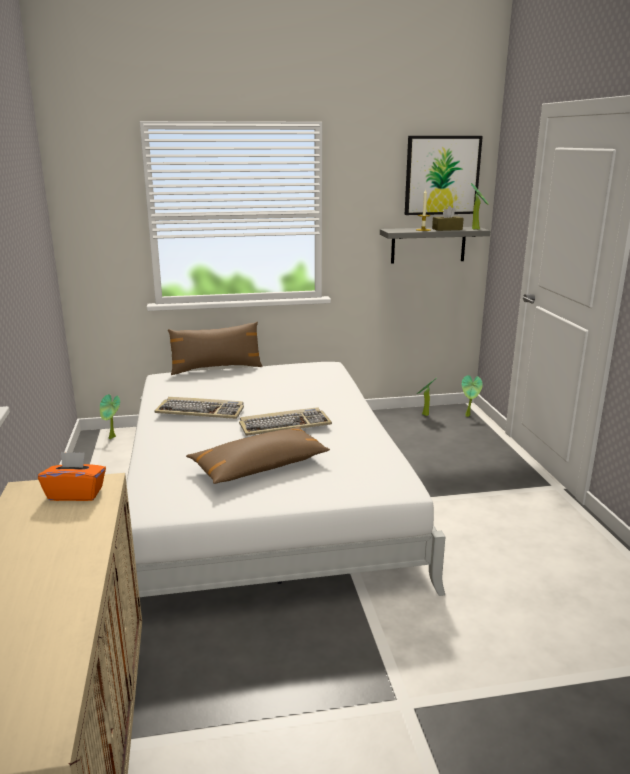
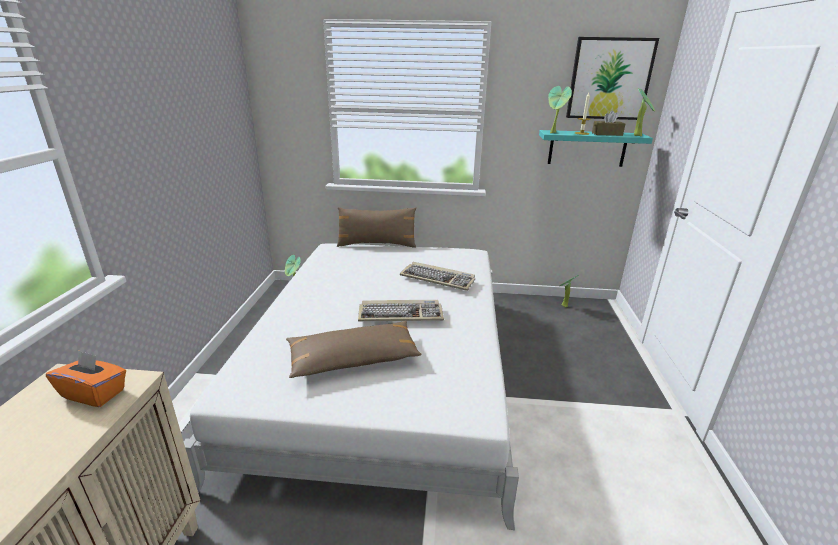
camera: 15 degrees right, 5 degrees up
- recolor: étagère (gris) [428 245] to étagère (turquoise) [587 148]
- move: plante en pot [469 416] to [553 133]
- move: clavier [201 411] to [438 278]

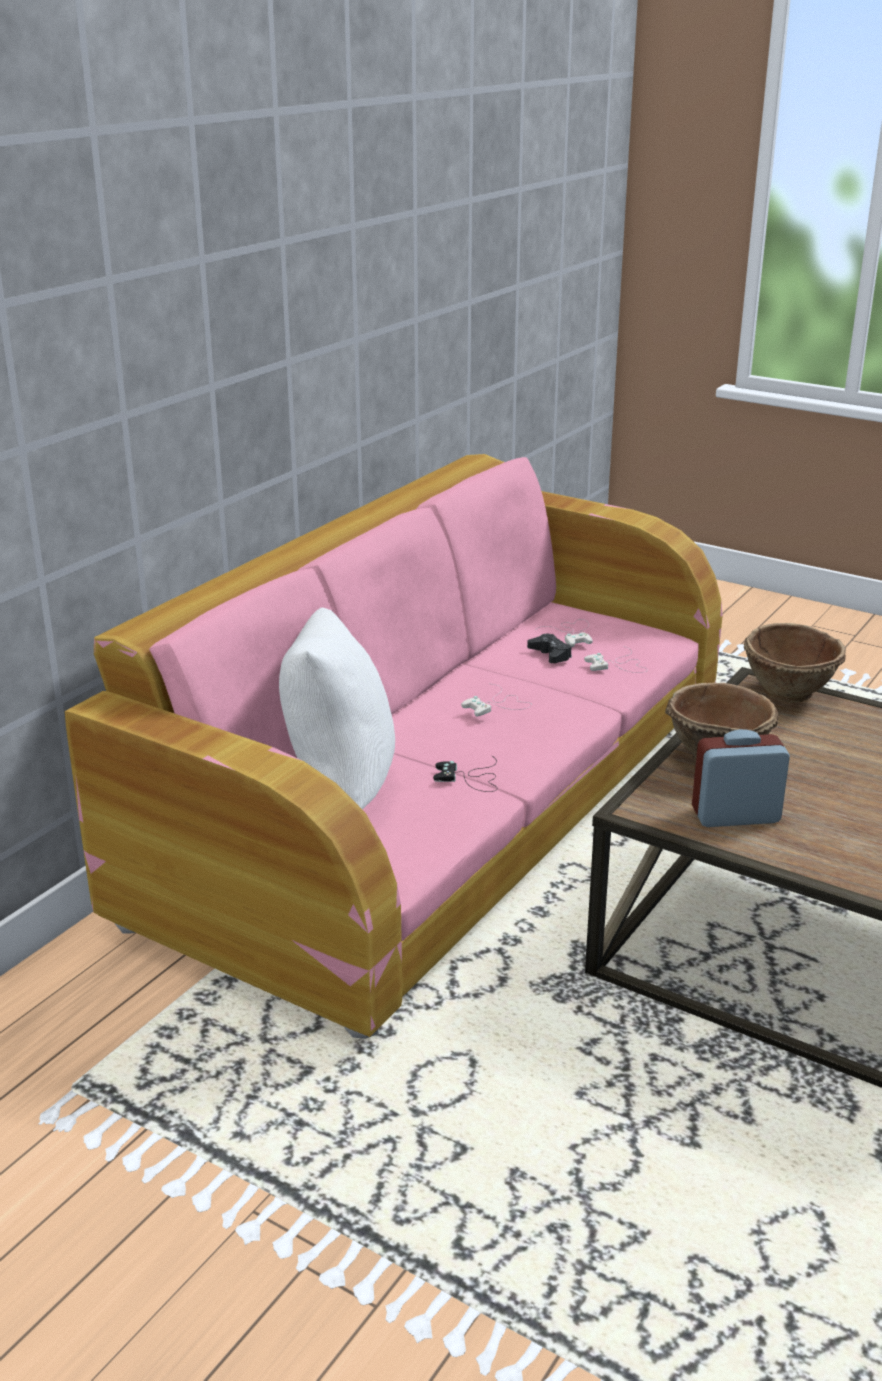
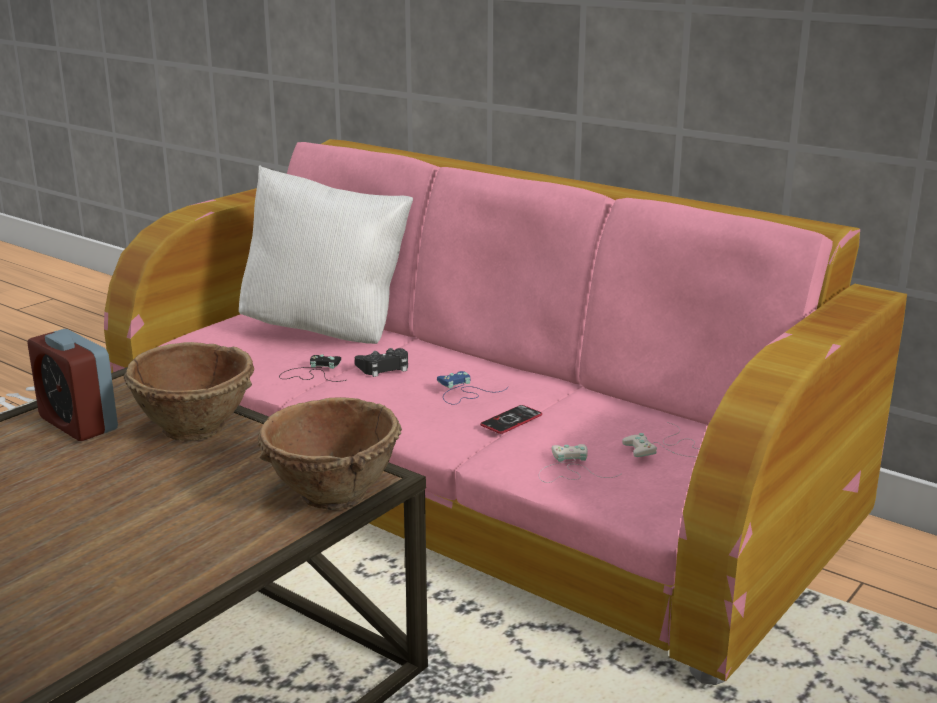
camera: 95 degrees right, 5 degrees down
- move: manette (noir) [550 654] to [384 367]
- recolor: manette (blanc) [498 705] to manette (bleu) [462 392]
- rotate: réveil [735 816] = [78 424] 135 degrees clockwise
- insert: téléphone [511 420]

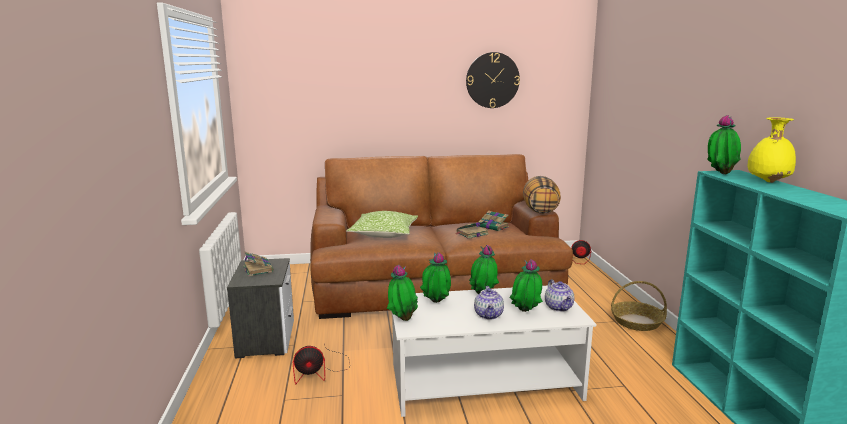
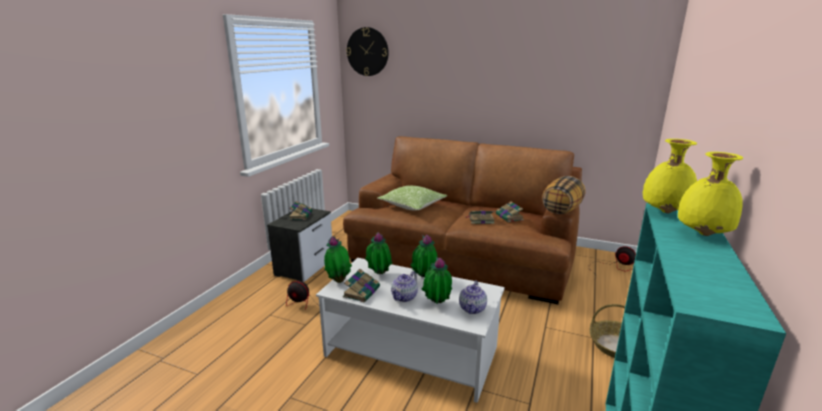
camera: 30 degrees right, 5 degrees up
- move: horloge murale [492 80] to [367 52]
- replace: plante en pot [720 174] to vase (jaune) [663 211]
- insert: livre [362 291]

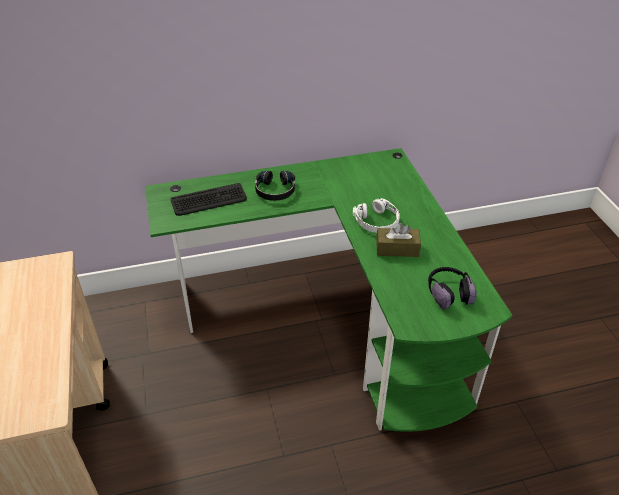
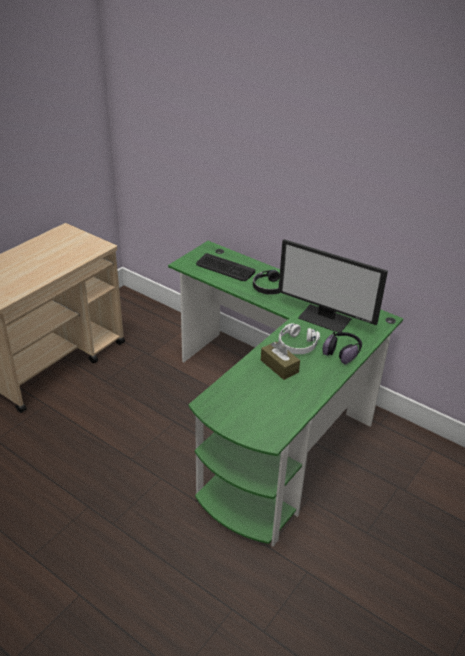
camera: 50 degrees right, 5 degrees down
- move: casque audio [448 293] to [342 352]
- insert: écran d'ordinateur [325 318]

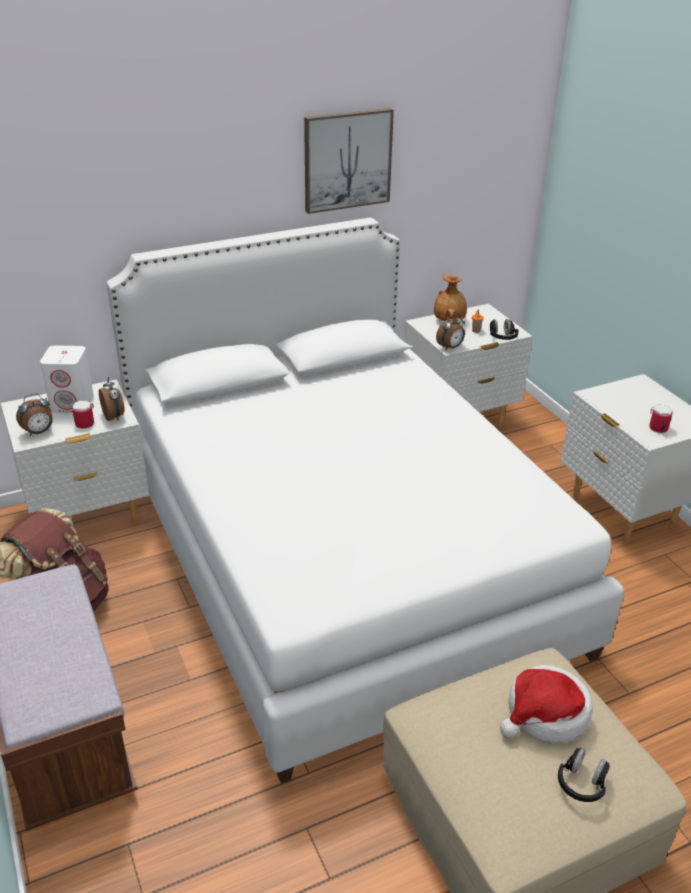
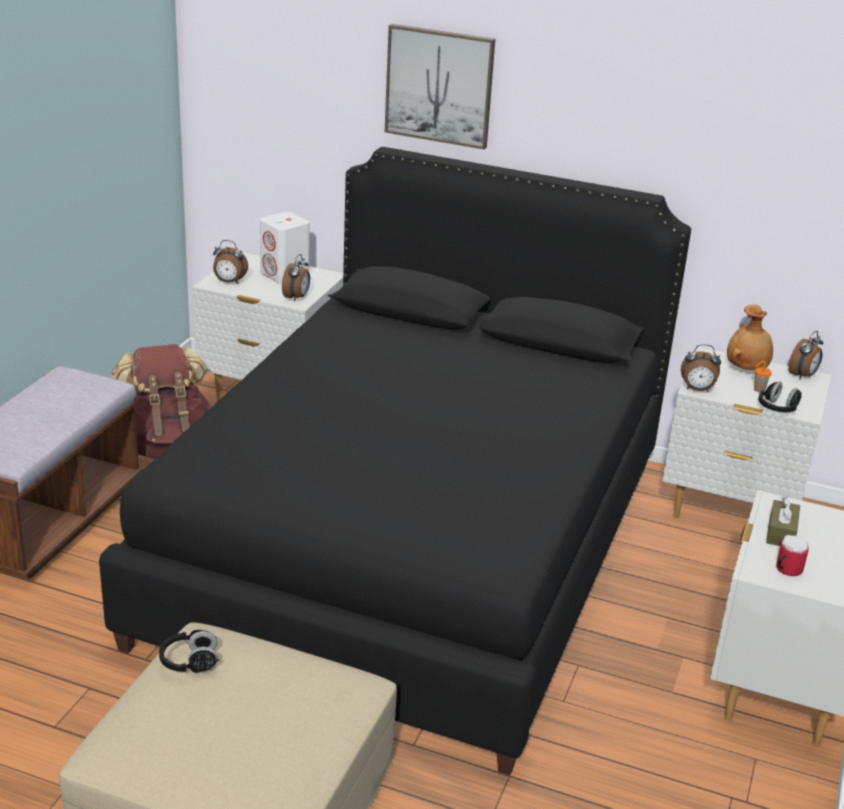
camera: 45 degrees right, 5 degrees down
- move: tableau [347 160] to [439 86]
- recolor: lit (blanc) [342 559] to lit (noir) [413 546]
- delete: mug [83 422]
- delete: chapeau [545 714]
- move: casque audio (noir) [581 784] to [189 662]
- insert: réveil [803 376]
- insert: boîte à mouchoirs (marron) [781 532]

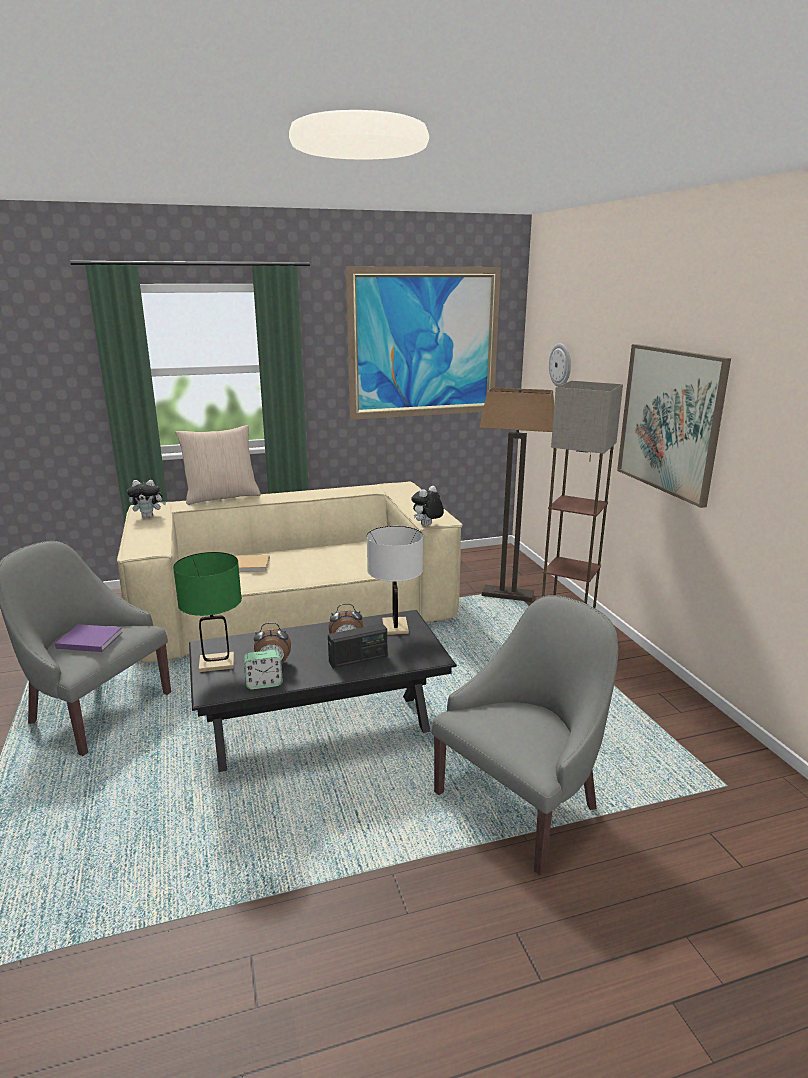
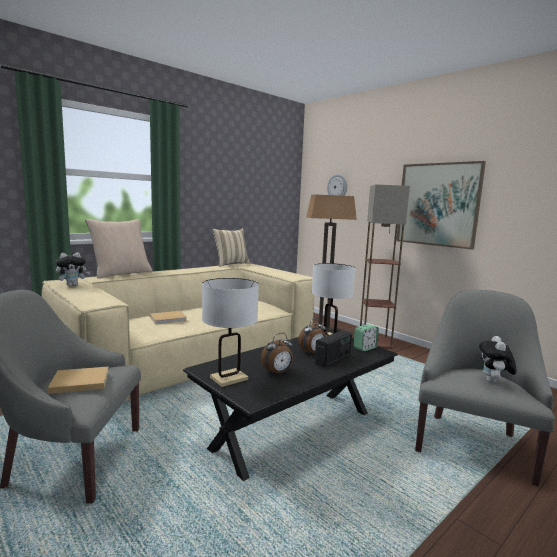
camera: 25 degrees left, 10 degrees down
- delete: tableau [424 343]
- move: peluche [427 526] to [493 382]
- recolor: lampe de table (vert) [217 663] to lampe de table (blanc) [229 378]
- recolor: livre (violet) [88 640] to livre (beige) [78 382]
- move: réveil [264 683] to [365 348]
- insert: coussin (beige) [230 264]

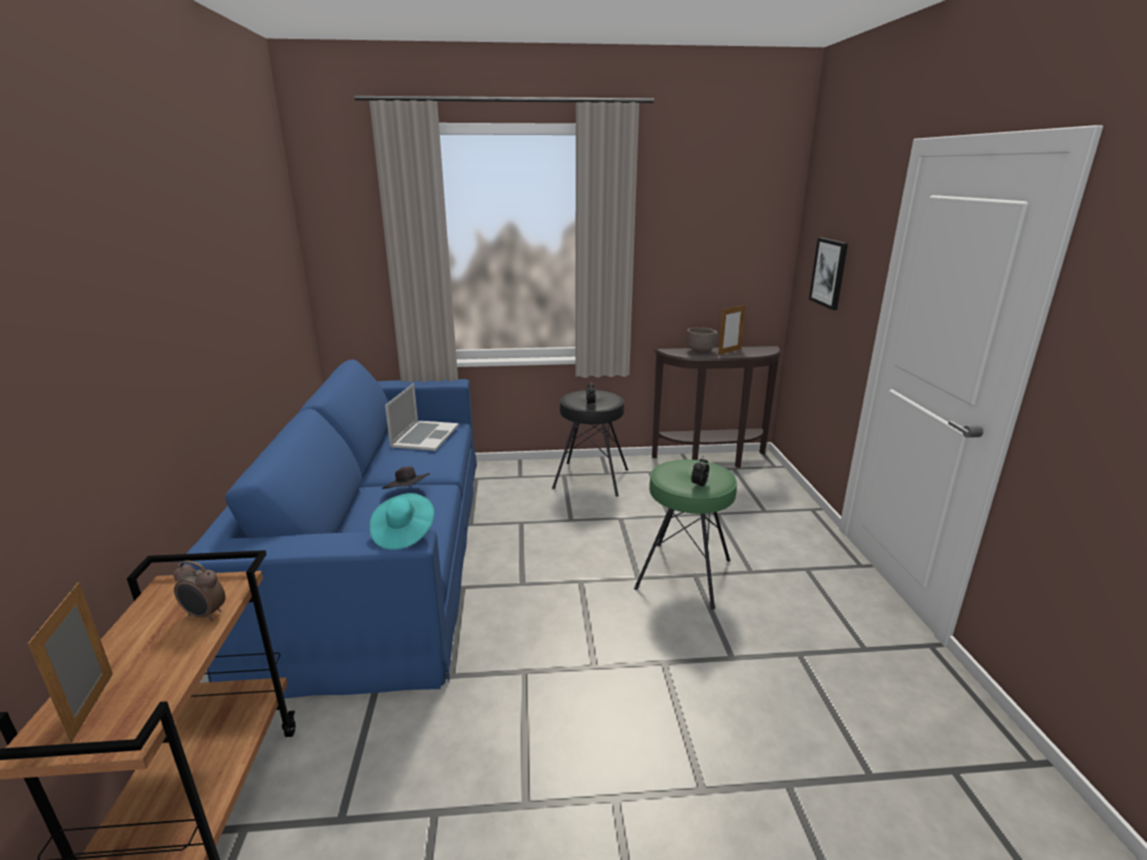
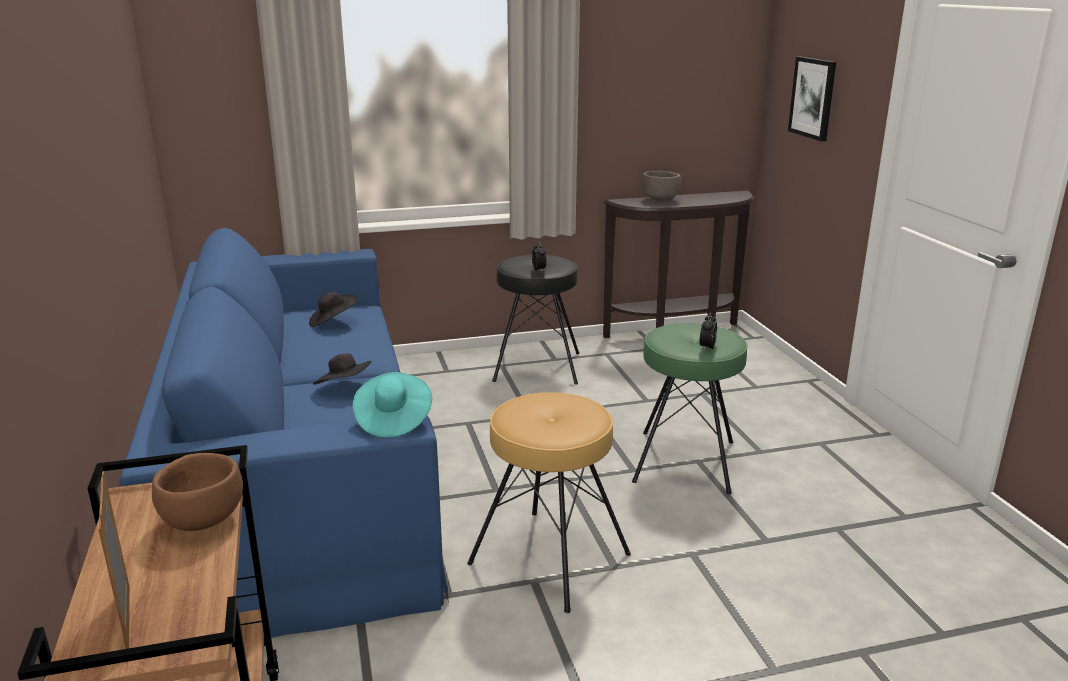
camera: 10 degrees left, 0 degrees up
- delete: cadre photo [729 351]
- replace: ordinateur portable [425 436] to chapeau (noir) [333 322]
- replace: réveil [205 615] to bol (marron) [203 520]
- insert: tabouret (marron) [550 557]

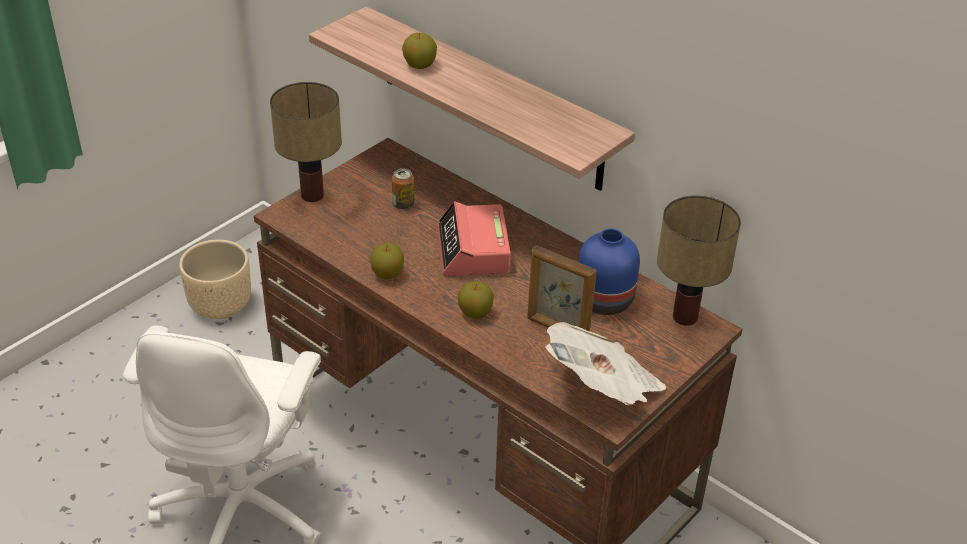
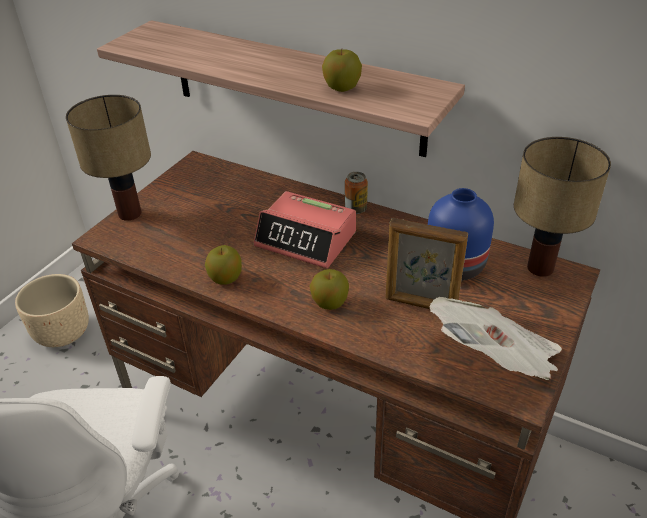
camera: 10 degrees left, 0 degrees up
- move: pomme [419 65] to [342 88]
- move: boîte métallique [403 204] to [355 209]
- rotate: réveil [473 250] = [306 239] 45 degrees counterclockwise

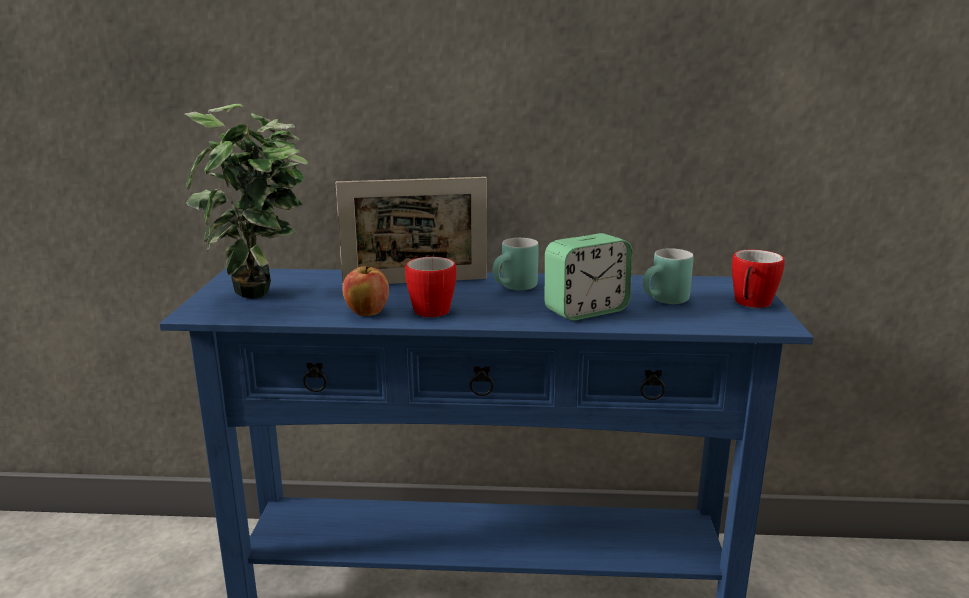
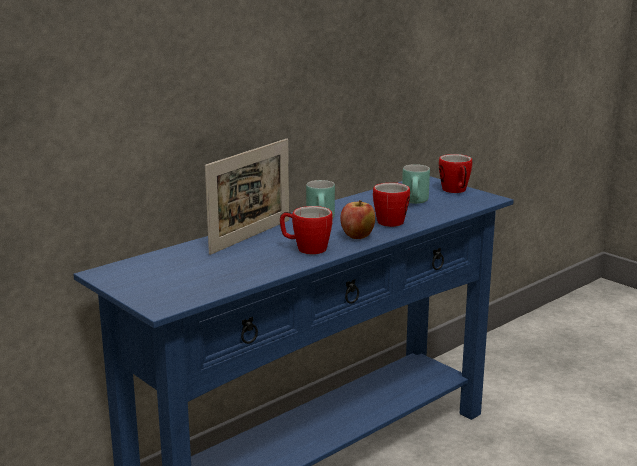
camera: 45 degrees left, 0 degrees up
- delete: plante en pot [262 301]
- replace: réveil [586 311] to mug [391 220]
- move: pomme [367 313] to [357 237]

